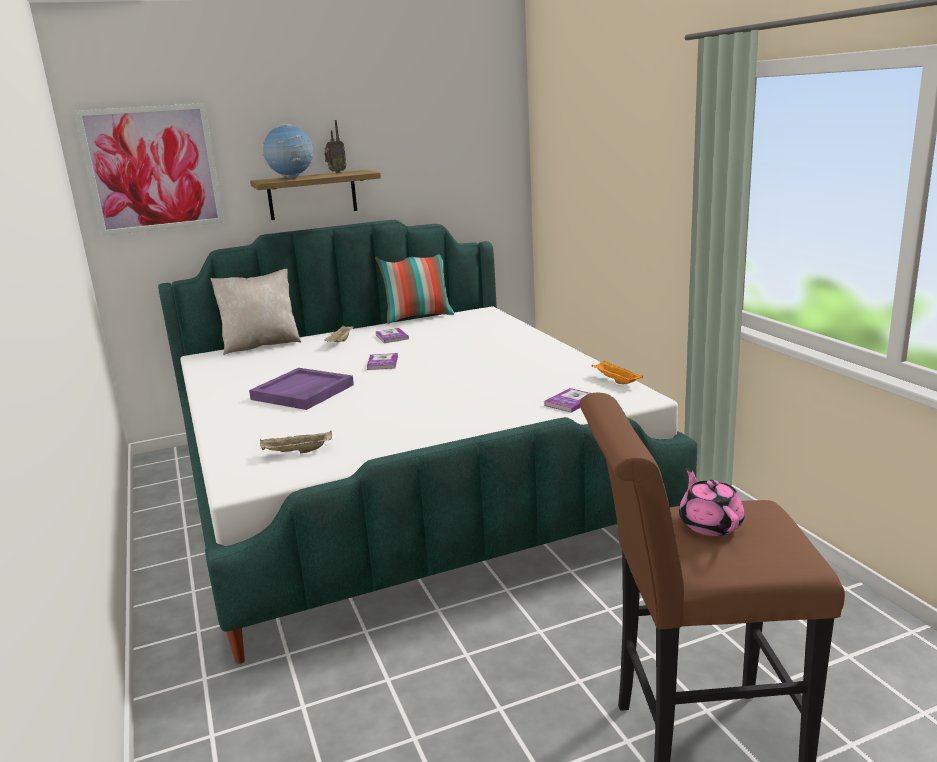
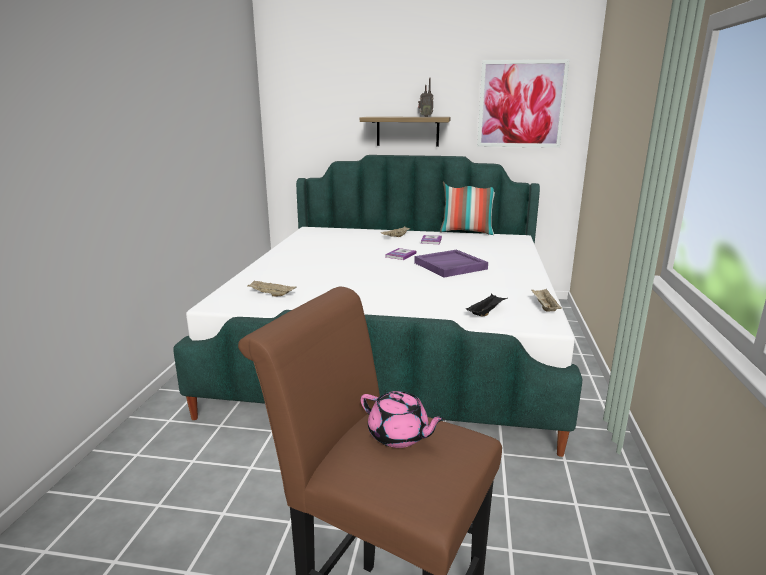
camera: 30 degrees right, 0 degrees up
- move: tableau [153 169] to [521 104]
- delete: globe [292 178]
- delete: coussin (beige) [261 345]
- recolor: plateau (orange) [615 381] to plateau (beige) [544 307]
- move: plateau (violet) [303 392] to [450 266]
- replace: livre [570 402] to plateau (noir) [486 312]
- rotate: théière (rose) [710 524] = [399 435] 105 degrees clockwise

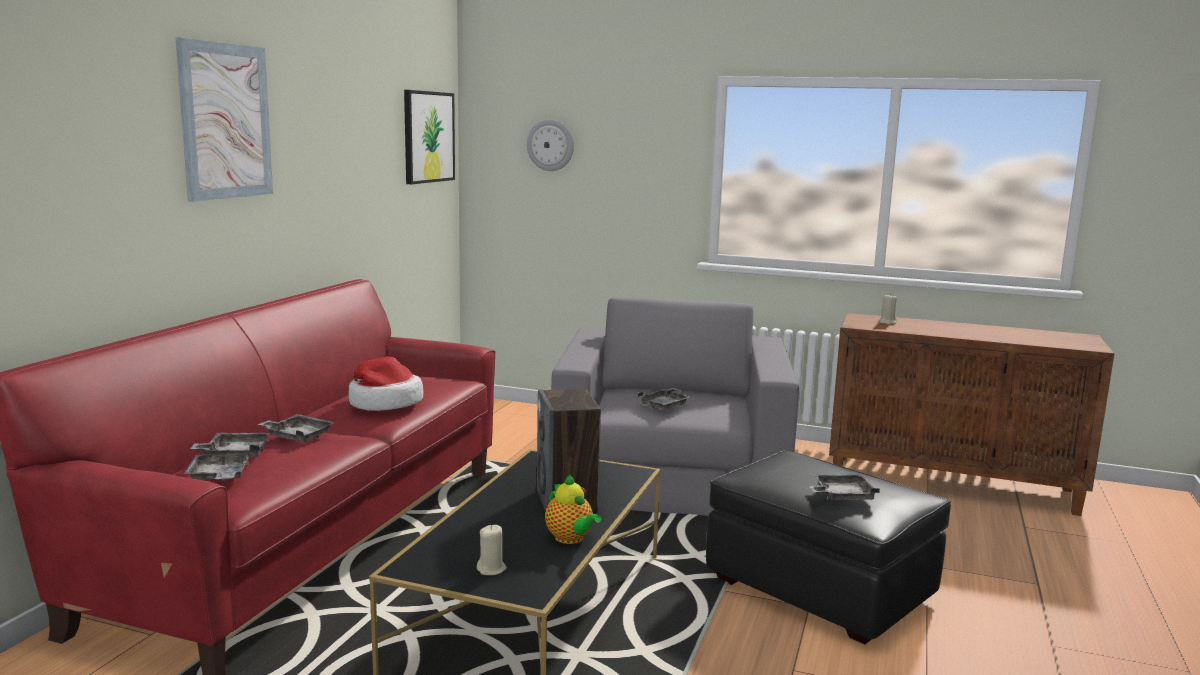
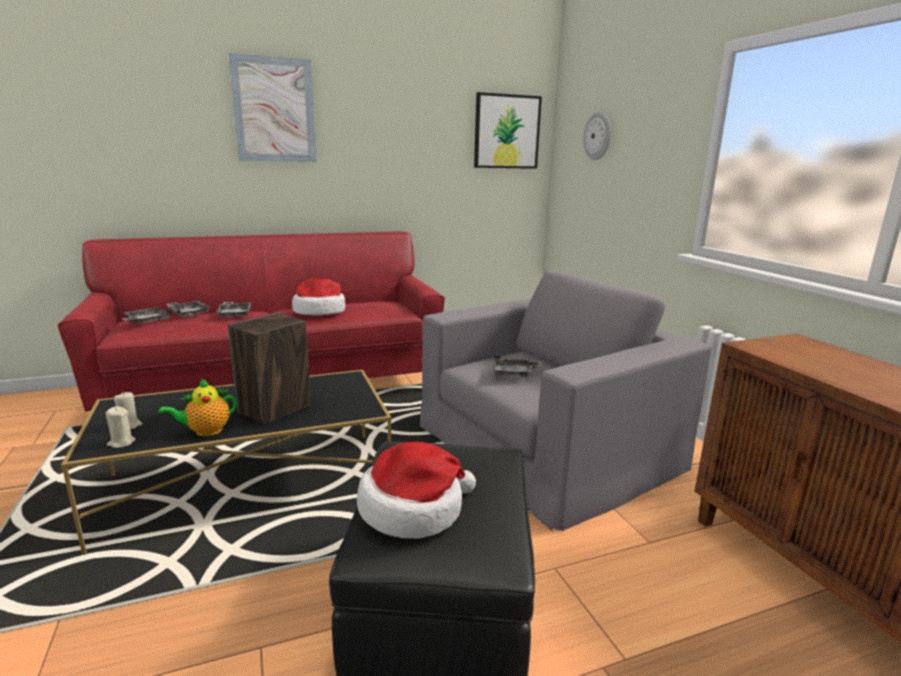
camera: 50 degrees right, 5 degrees up
- move: bougie (beige) [887 322] to [121 442]
- rotate: théière [570 539] = [205 431] 45 degrees clockwise
- replace: plateau (gris) [841 495] to chapeau [413 509]

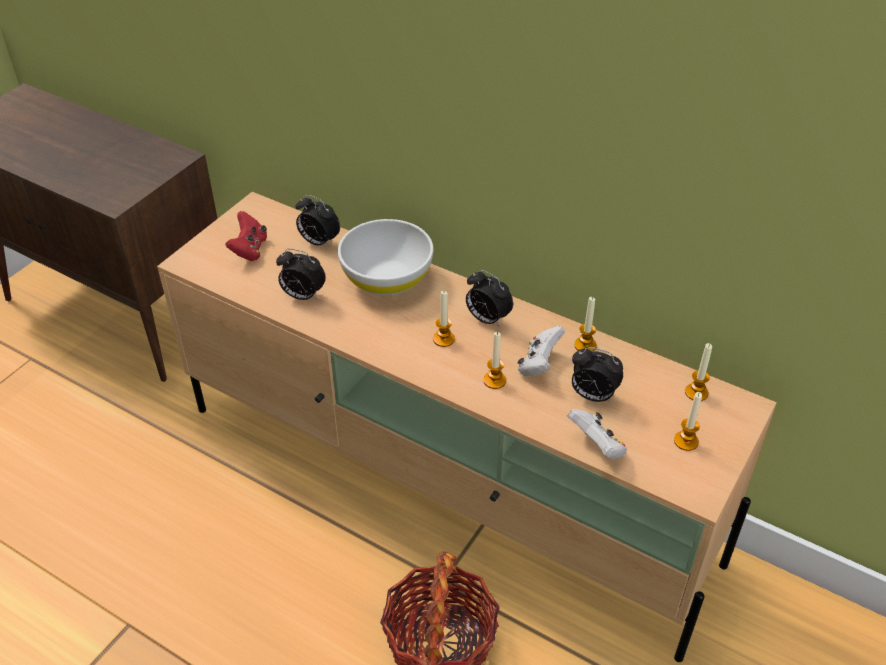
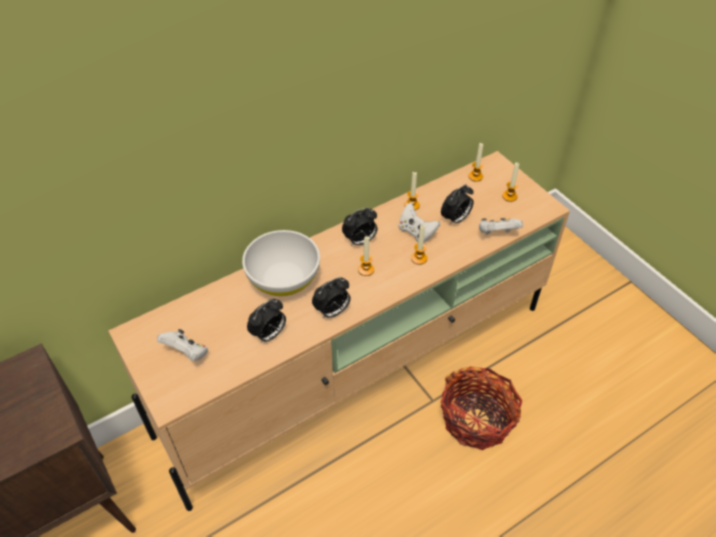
camera: 65 degrees left, 5 degrees up
- move: réveil [318 242] to [332 312]
- recolor: manette (rouge) [249 249] to manette (blanc) [187 353]

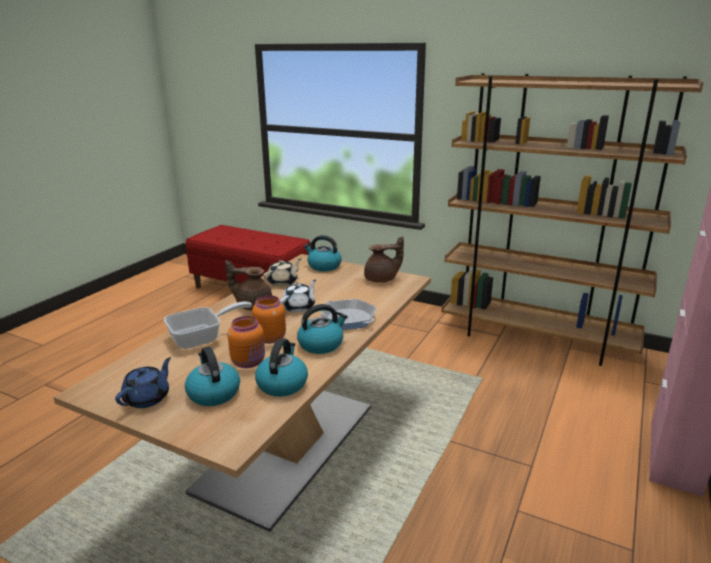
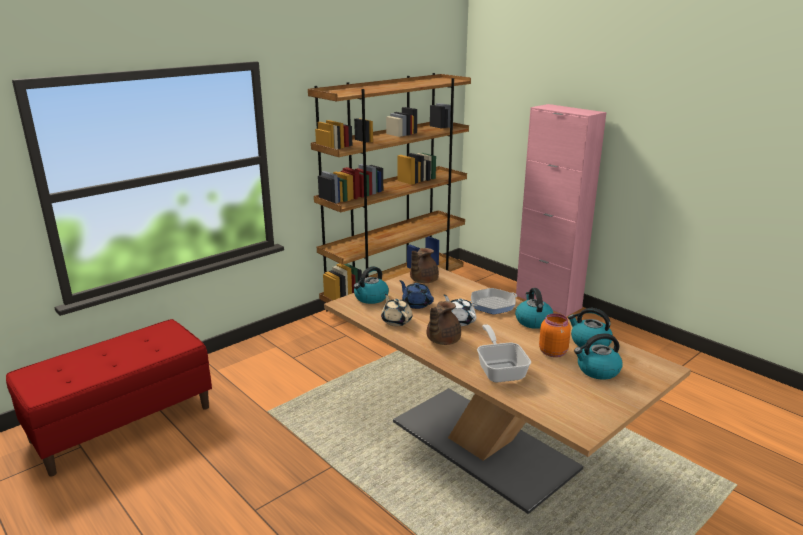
camera: 70 degrees left, 0 degrees up
- rotate: théière (marron) [382 279] = [422 280] 150 degrees counterclockwise
- delete: bocal (orange) [270 338]
- move: théière (bleu) [148 398] to [416 304]

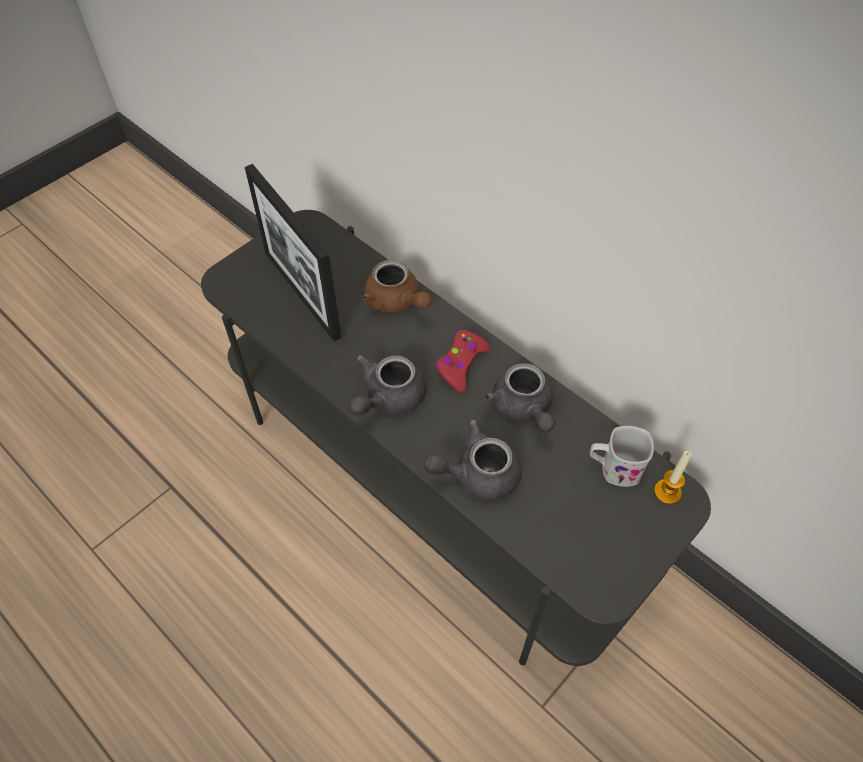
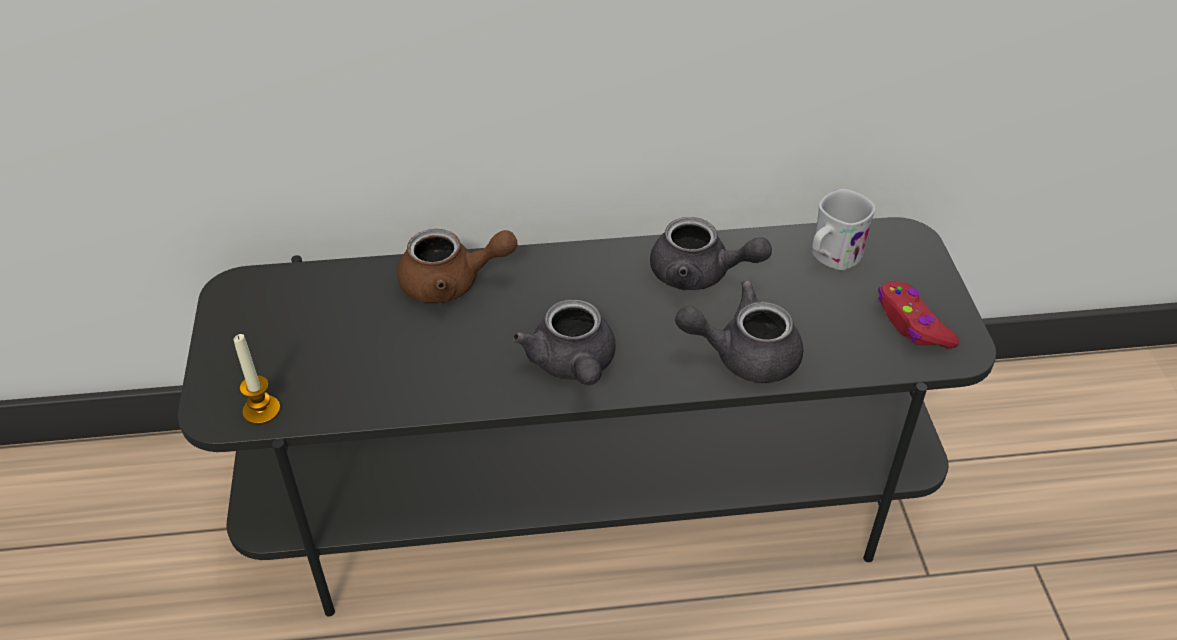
camera: 50 degrees left, 10 degrees down
- delete: cadre photo [302 294]
- move: manette (rouge) [461 364] to [912 323]
- rotate: théière (gris) [477 475] = [743 355] 60 degrees clockwise
- move: bougie [667 492] to [261 410]

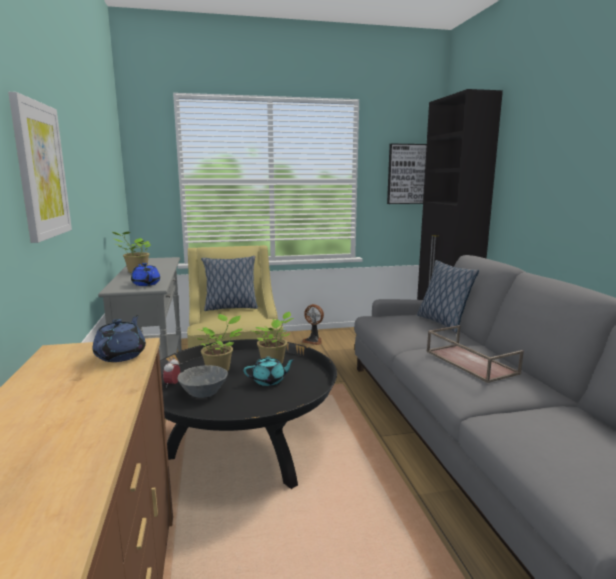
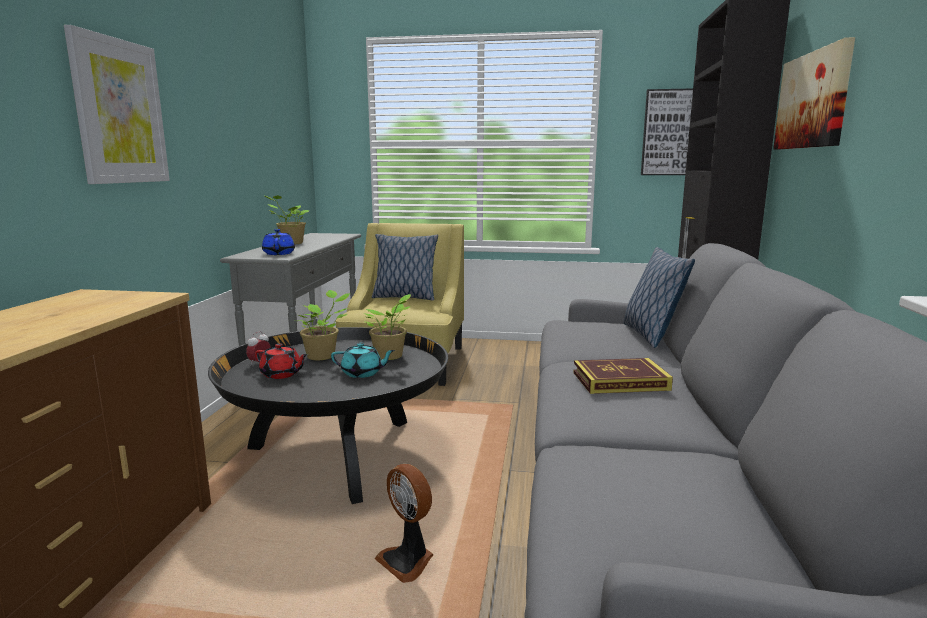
camera: 20 degrees right, 0 degrees up
- move: ventilateur [313 341] to [407 561]
- delete: théière (bleu) [121 355]
- replace: plateau (marron) [469 362] to livre [620 381]
- replace: bol (gris) [204 392] to théière (rouge) [282 374]
- insert: tableau [813 100]

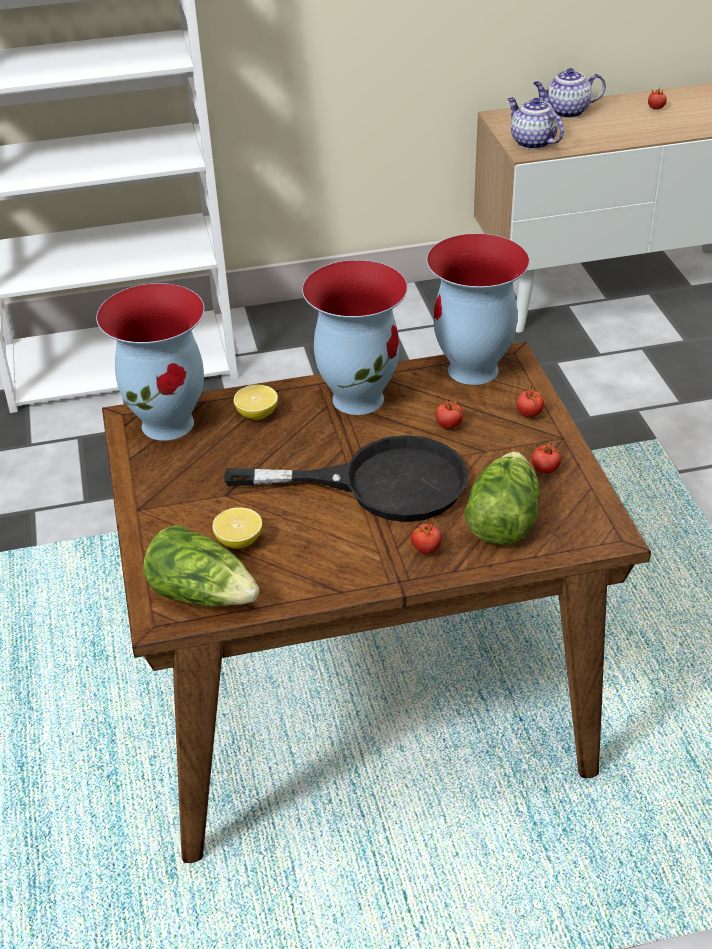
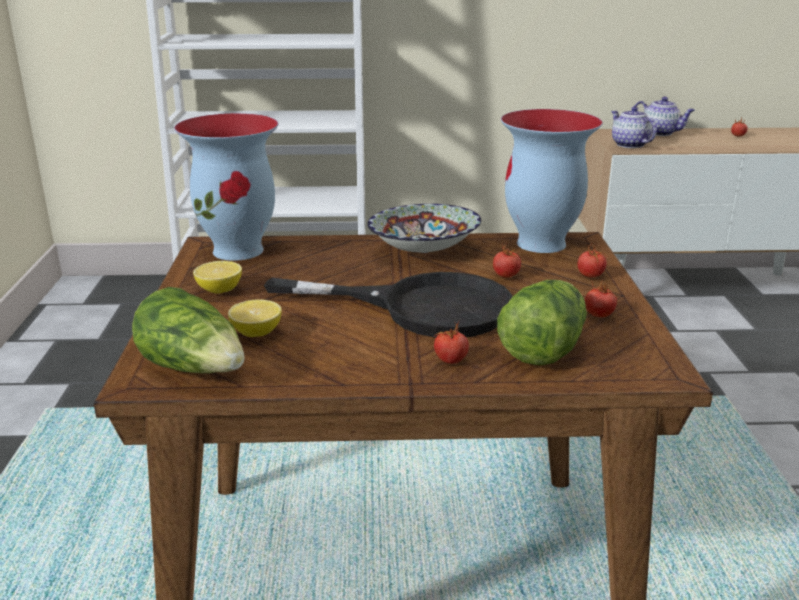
camera: 10 degrees right, 15 degrees down
- rotate: théière [566 112] = [660 133] 150 degrees counterclockwise
- replace: vase [358 397] to bol [423 251]
- move: citron [257 414] to [219 290]

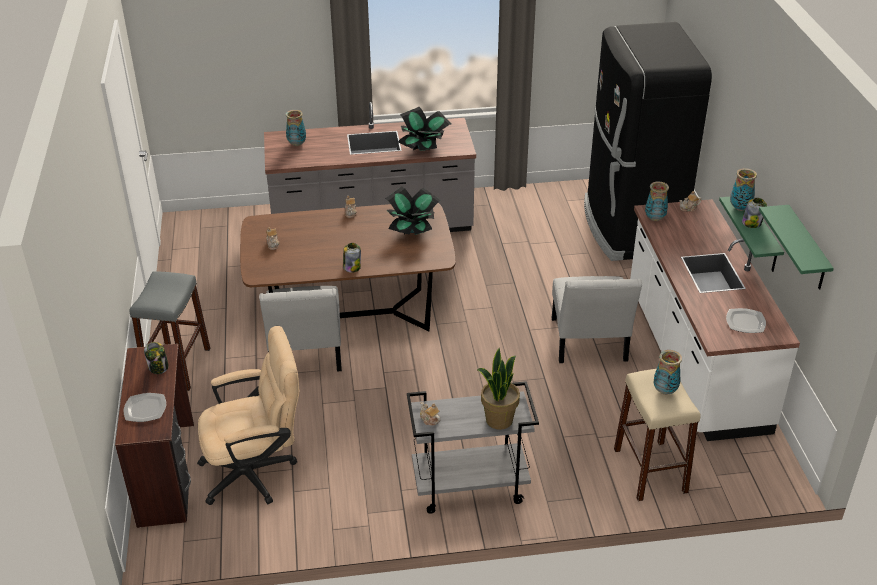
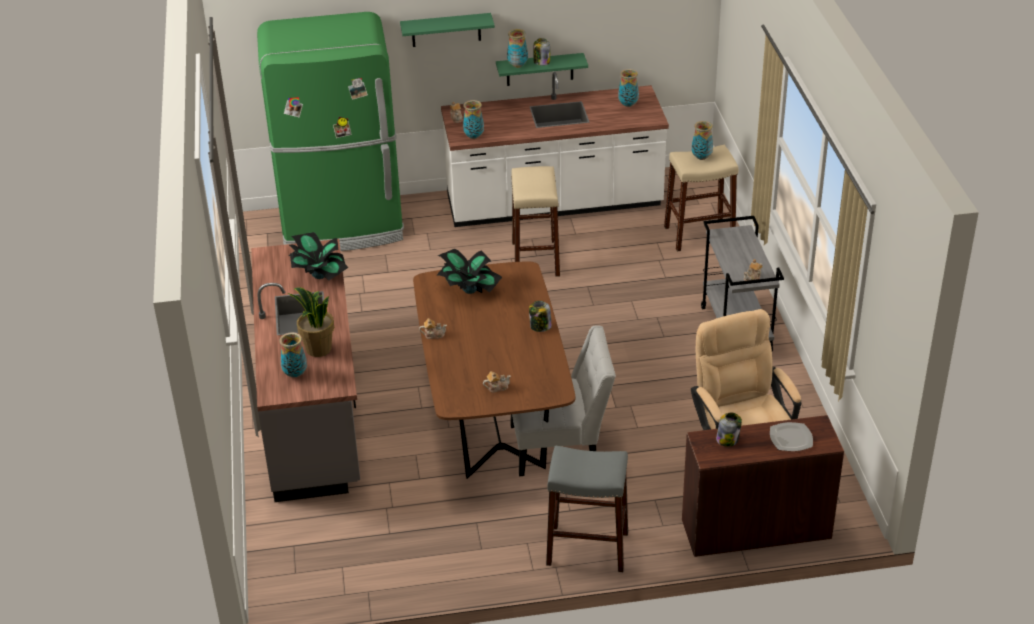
camera: 90 degrees left, 0 degrees up
- recolor: réfrigérateur (noir) [630 228] to réfrigérateur (vert) [342 226]
- move: étagère (vert) [807 249] to [446 30]
- replace: chaise (blanc) [589 343] to tabouret (beige) [535 259]
- replace: assiette [746 322] to vase [628 105]
- move: plante en pot [498 420] to [318 349]

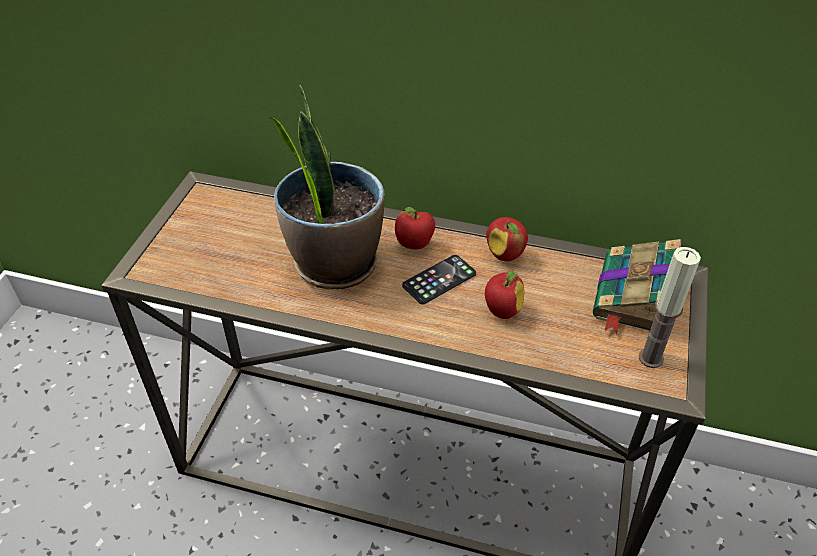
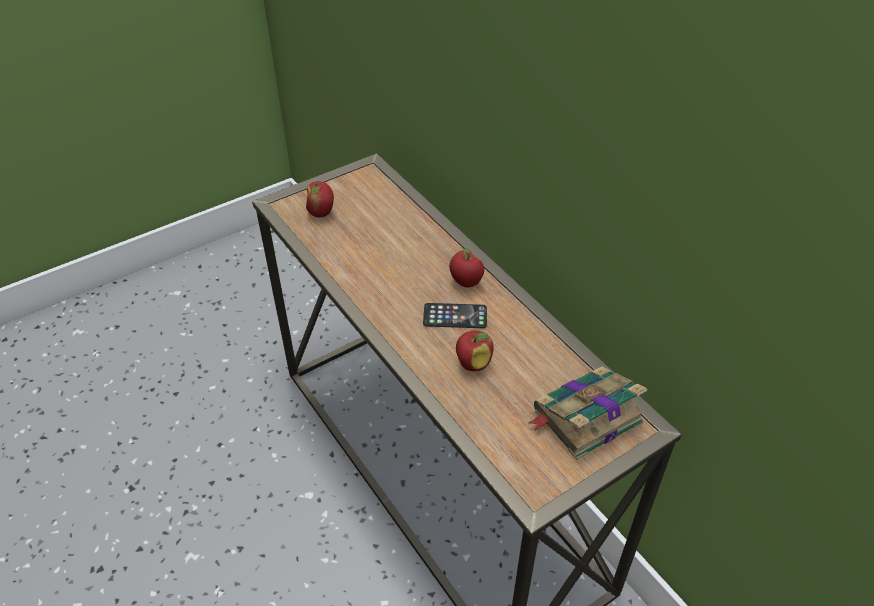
camera: 40 degrees right, 0 degrees up
- delete: plante en pot [334 263]
- move: pomme [505 254] to [321 212]
- delete: bougie [651 358]

